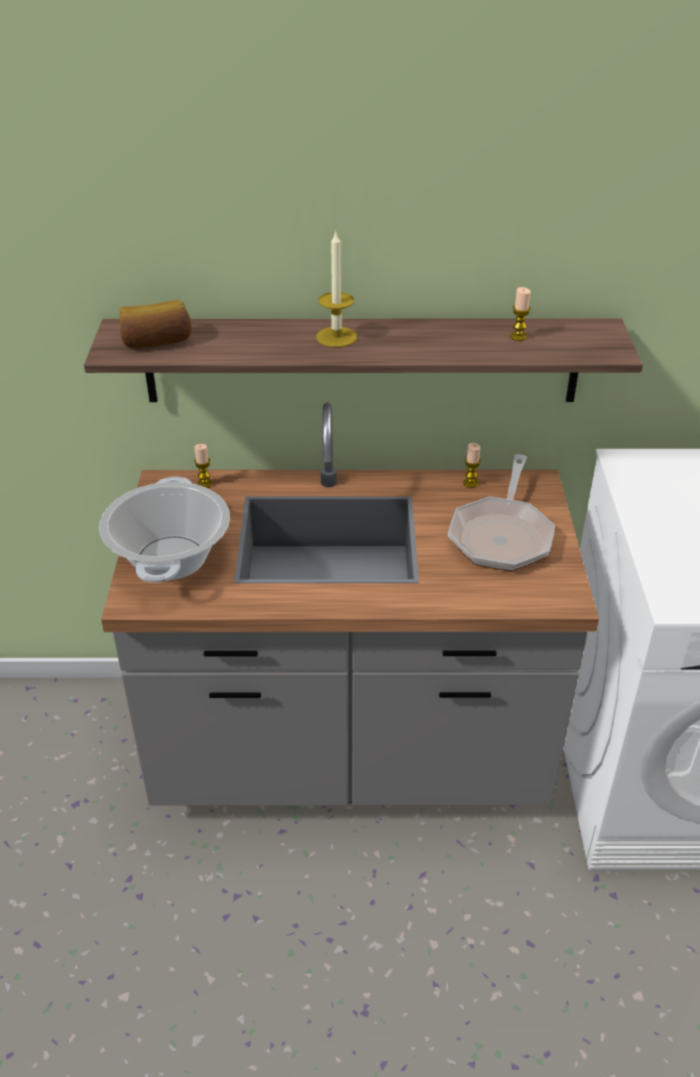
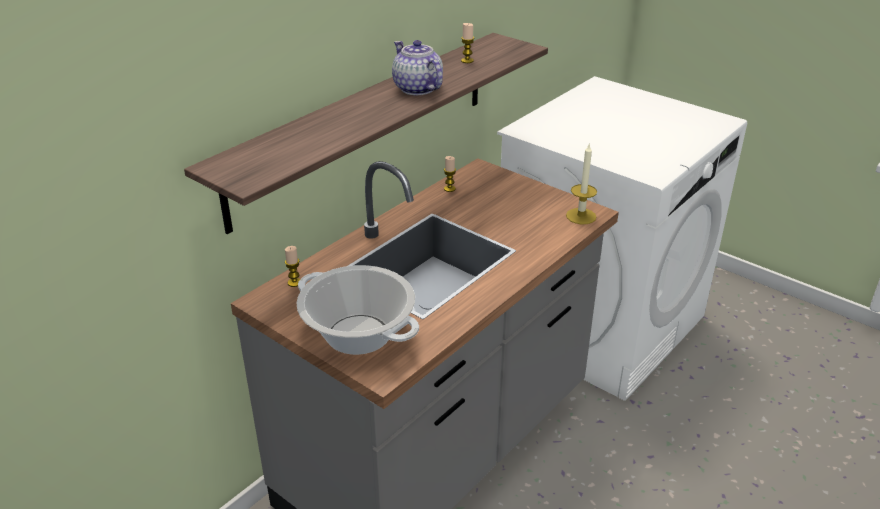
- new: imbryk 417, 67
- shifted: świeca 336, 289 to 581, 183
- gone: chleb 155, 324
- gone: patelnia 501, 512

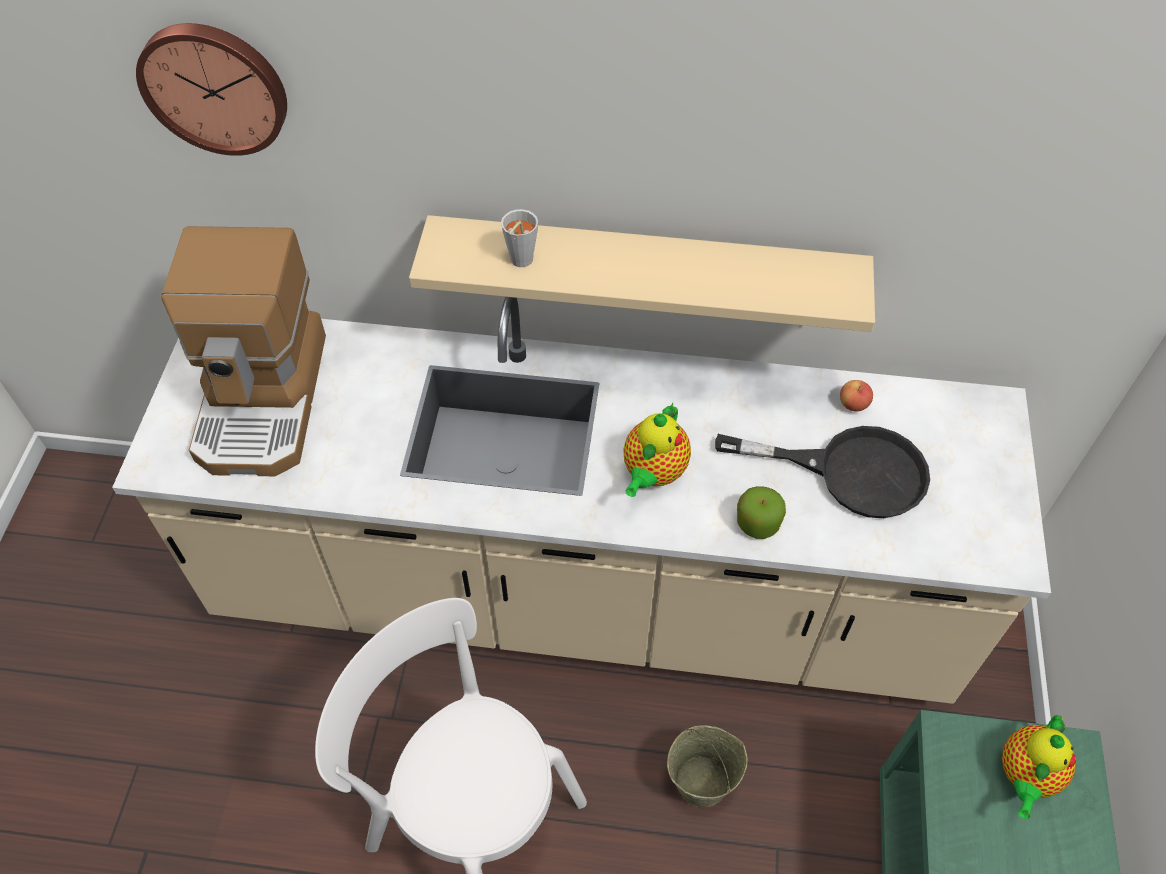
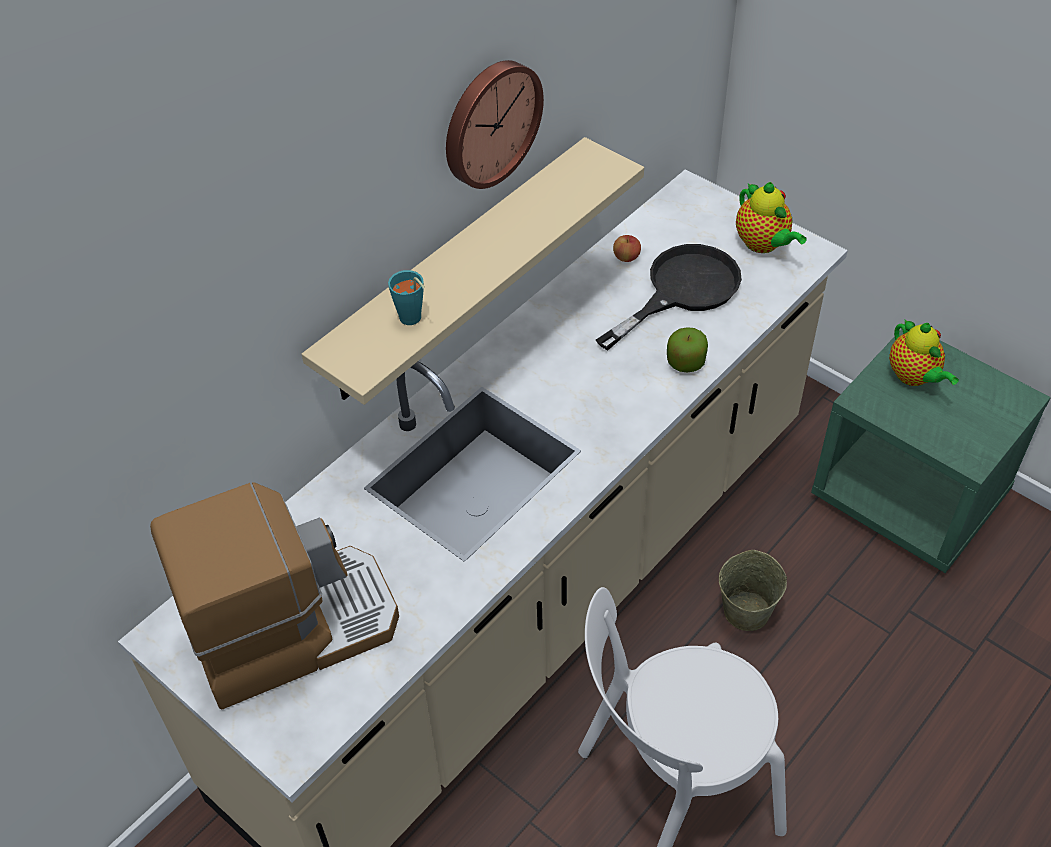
- rotated: ekspres do kawy 243, 351 = 274, 596 60 degrees counterclockwise
- repainted: filiżanka [szary] 519, 238 to filiżanka [turkusowy] 406, 297
- shifted: zegar ścienny 211, 89 to 495, 124
- shifted: imbryk 657, 450 to 771, 217

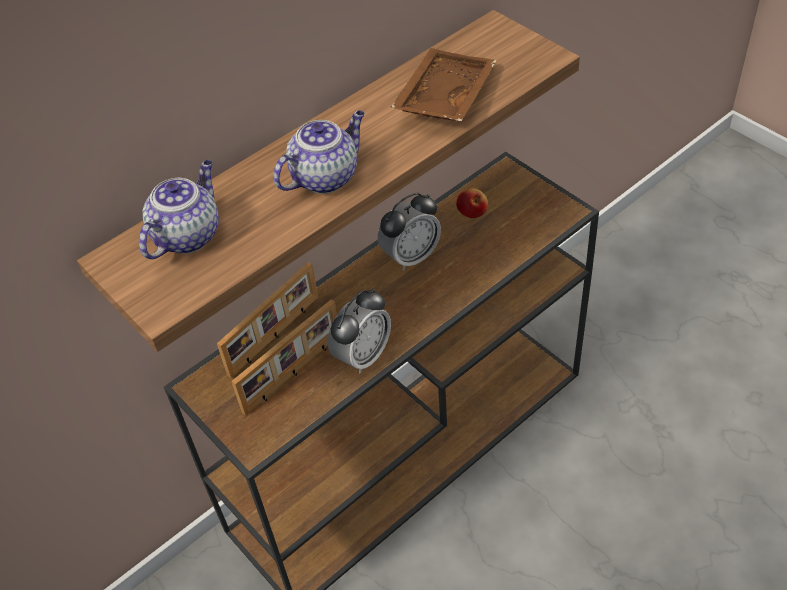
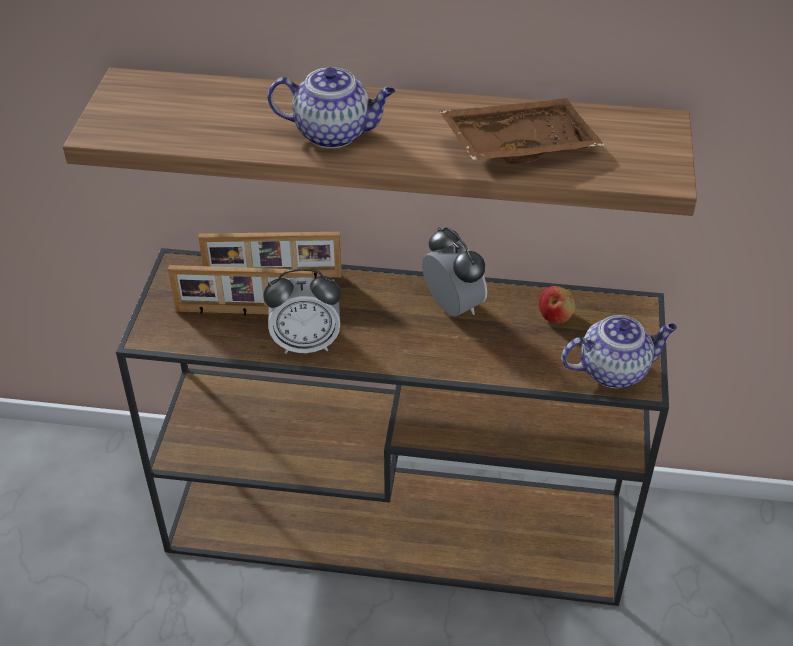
- rotated: budzik 409, 232 = 454, 272 135 degrees counterclockwise
- shifted: imbryk 179, 209 to 619, 351

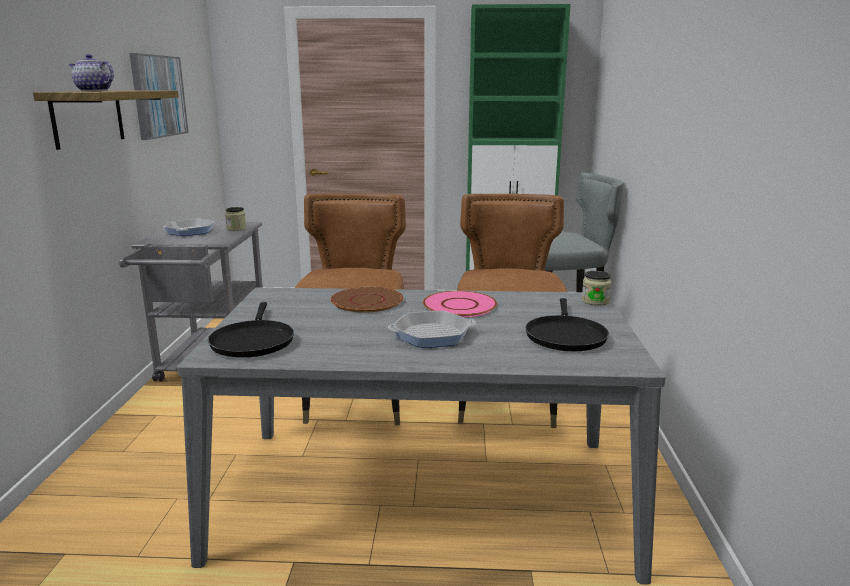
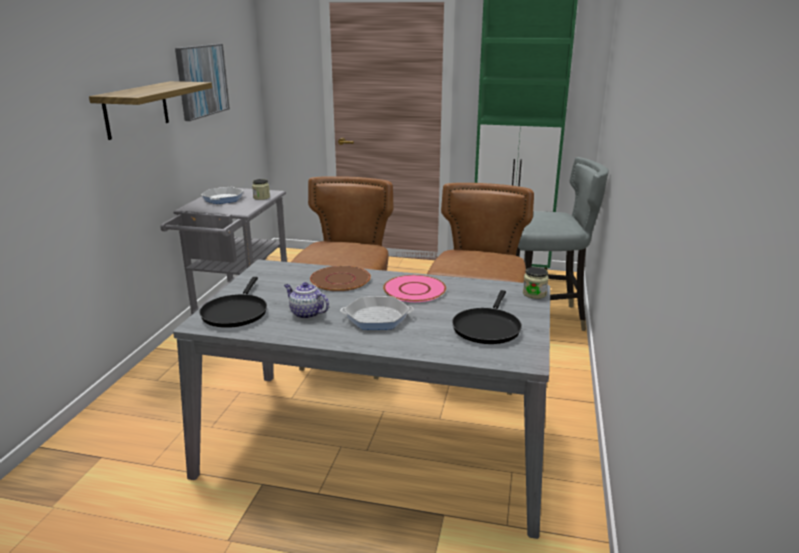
- shifted: imbryk 91, 72 to 306, 300

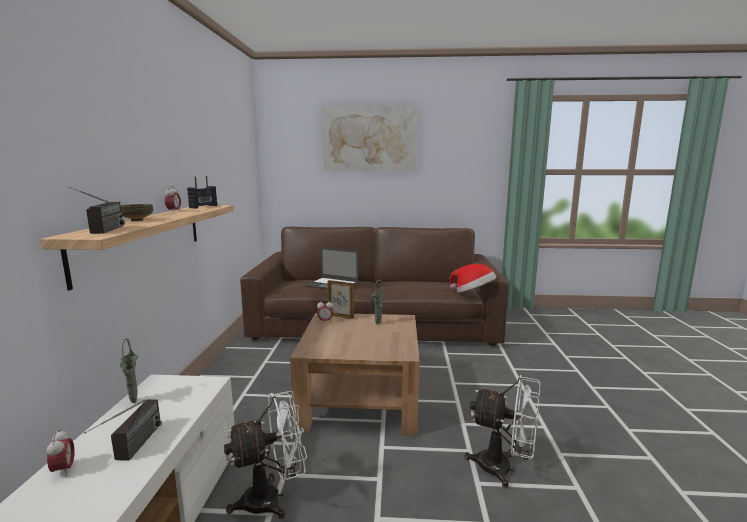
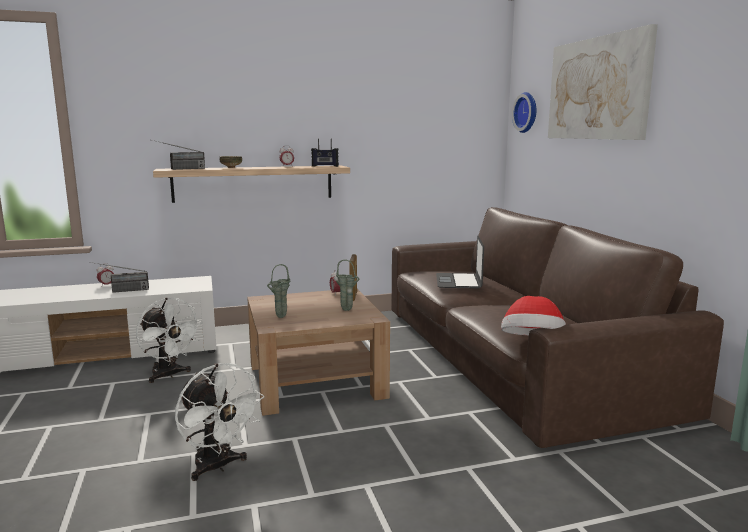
- rotated: wentylator [biały] 502, 431 = 220, 422 45 degrees counterclockwise
- shifted: wazon [zielony] 129, 370 to 278, 291
- new: zegar ścienny 524, 112

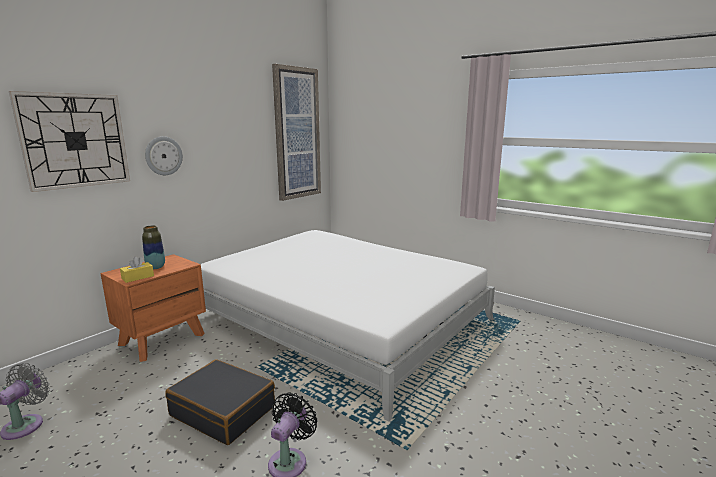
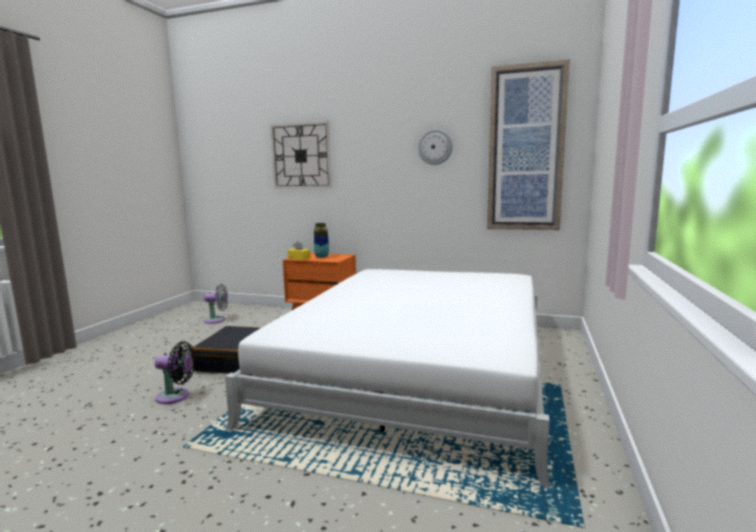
- shifted: zegar ścienny 164, 155 to 435, 147

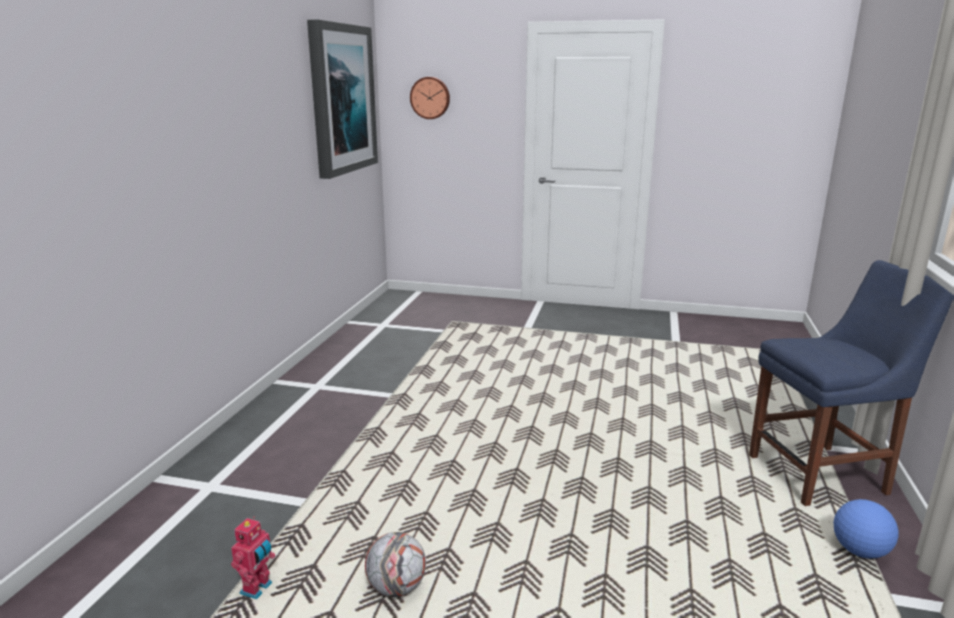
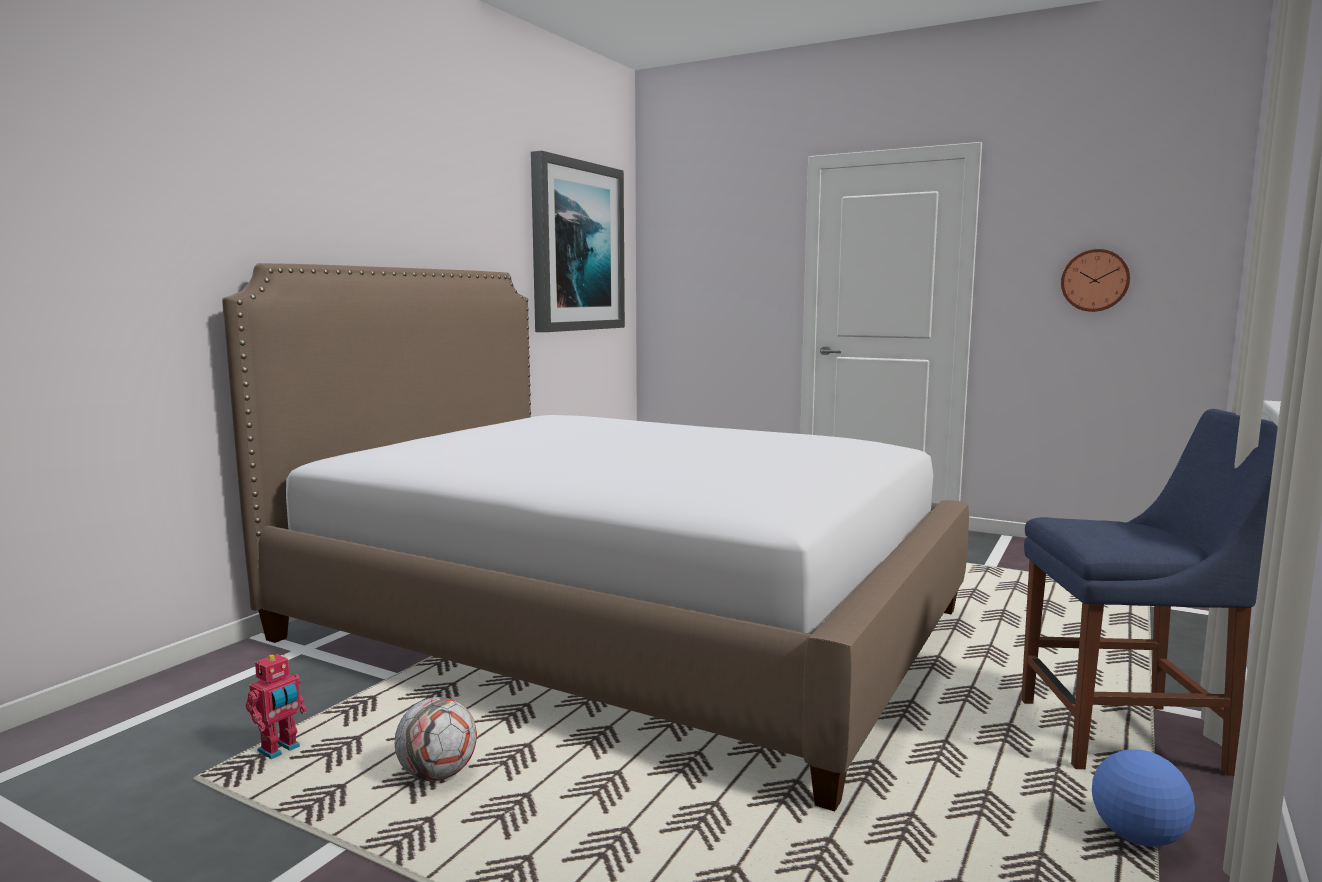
- new: łóżko 595, 537
- shifted: zegar ścienny 430, 98 to 1095, 280

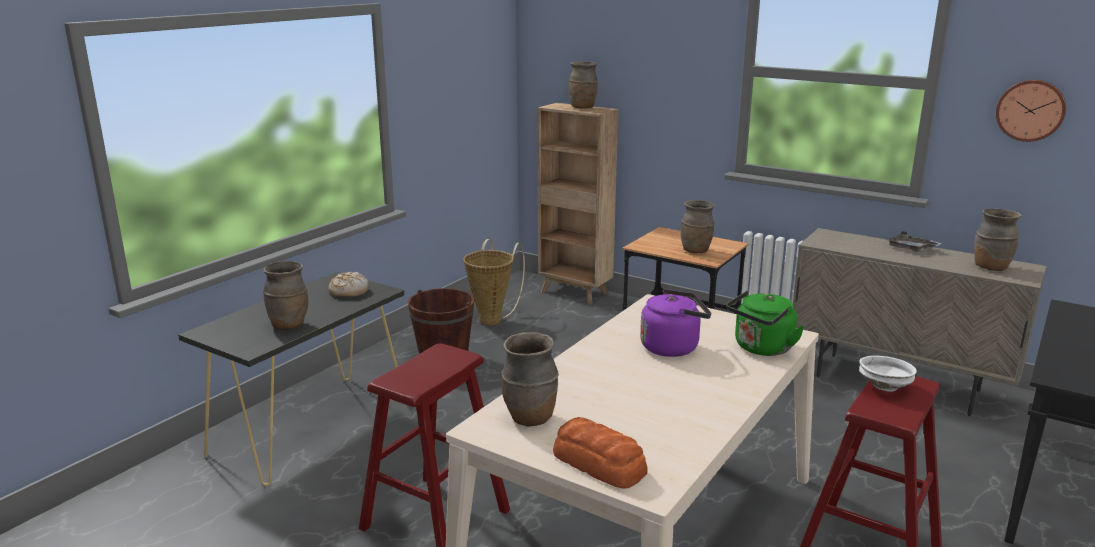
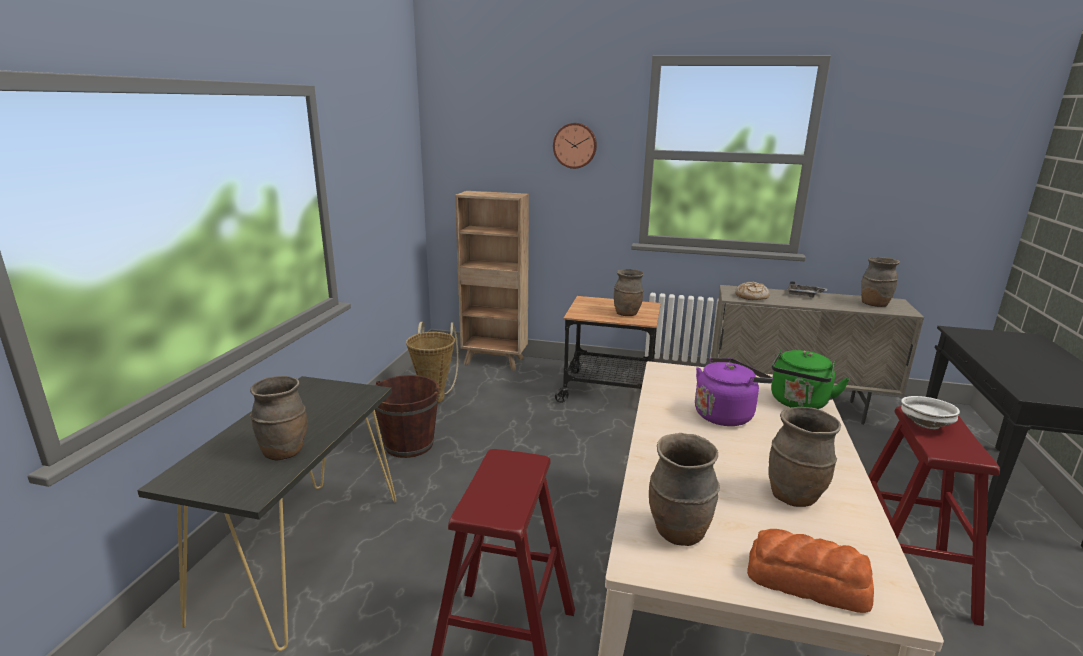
- shifted: zegar ścienny 1031, 111 to 575, 146
- shifted: chleb 348, 284 to 752, 290
- shifted: wazon [brązowy] 583, 84 to 804, 457

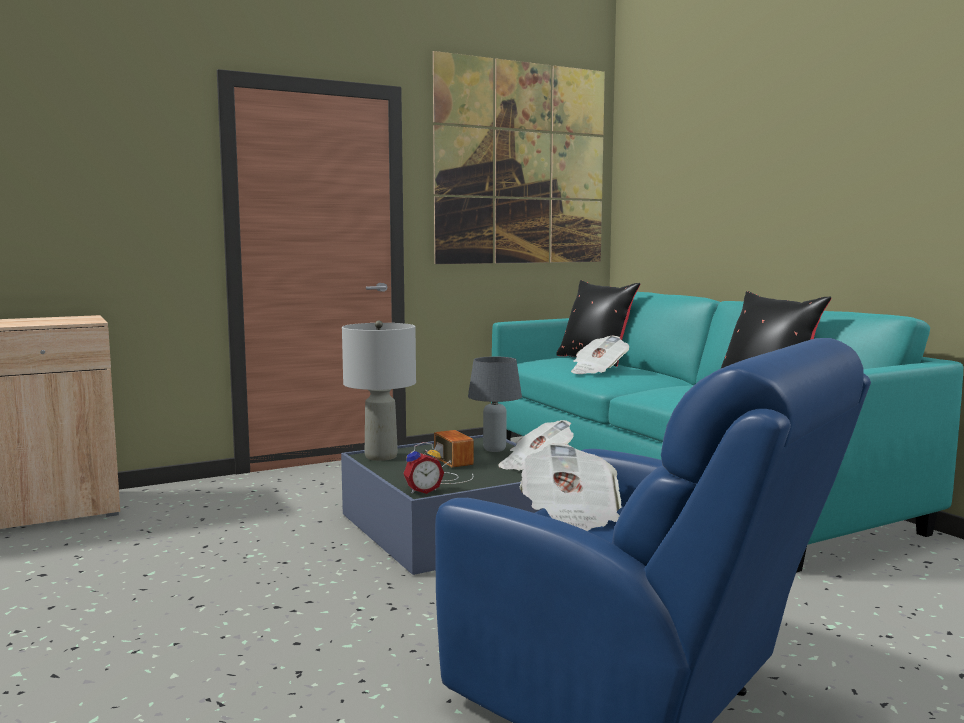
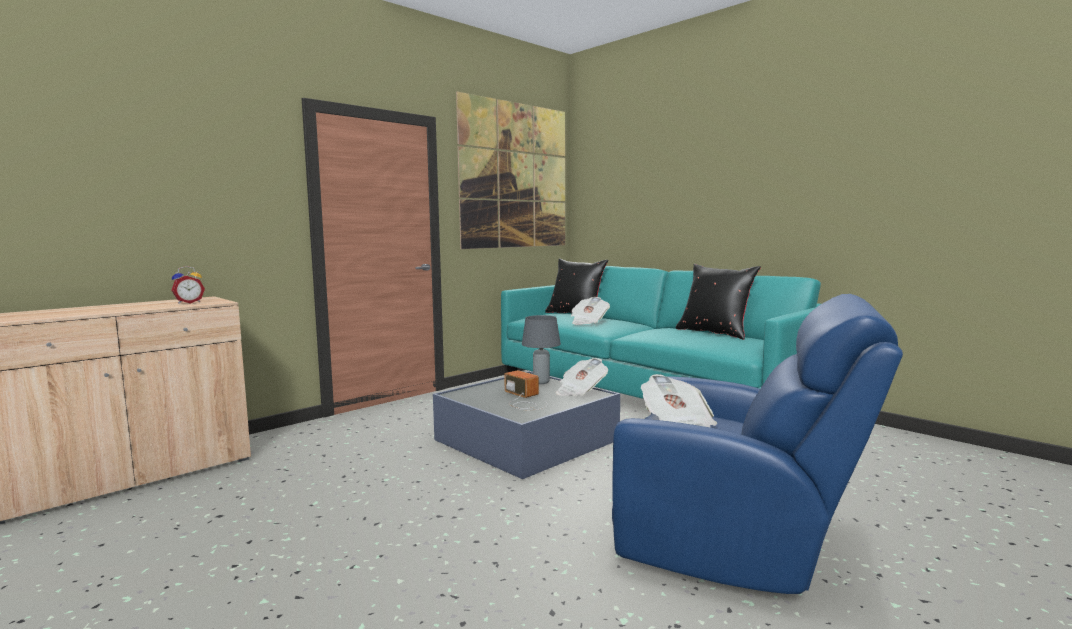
- shifted: budzik 423, 468 to 188, 285
- gone: lampa stołowa [szary] 379, 390

